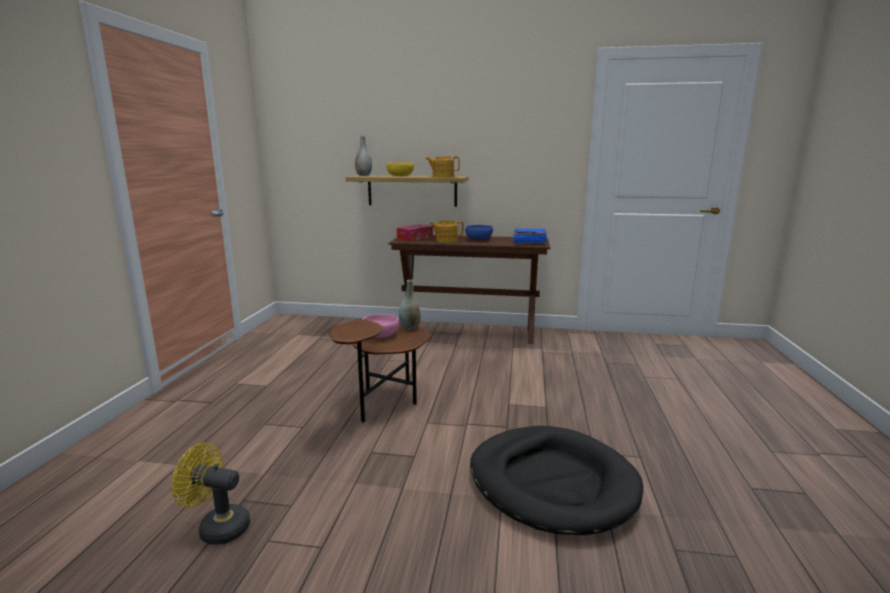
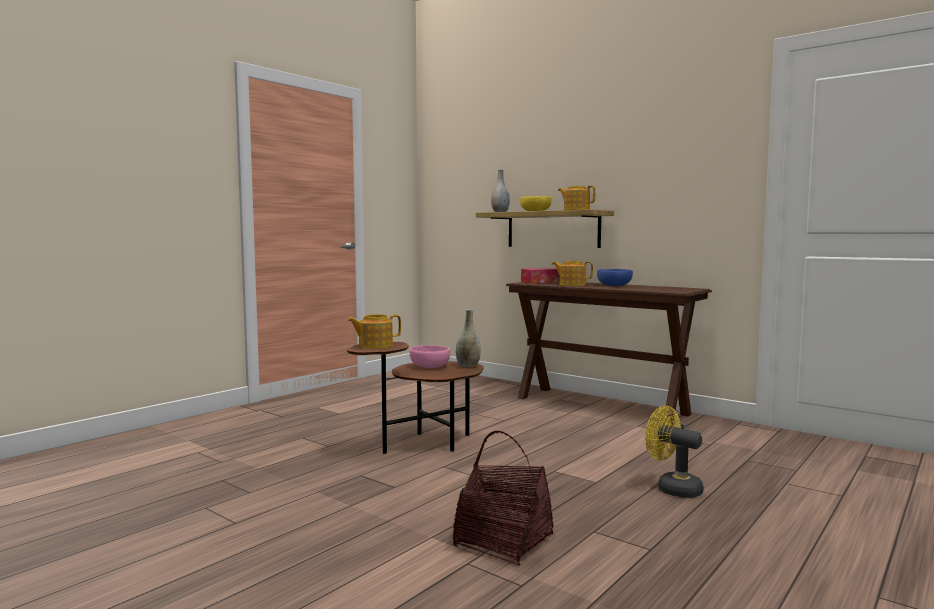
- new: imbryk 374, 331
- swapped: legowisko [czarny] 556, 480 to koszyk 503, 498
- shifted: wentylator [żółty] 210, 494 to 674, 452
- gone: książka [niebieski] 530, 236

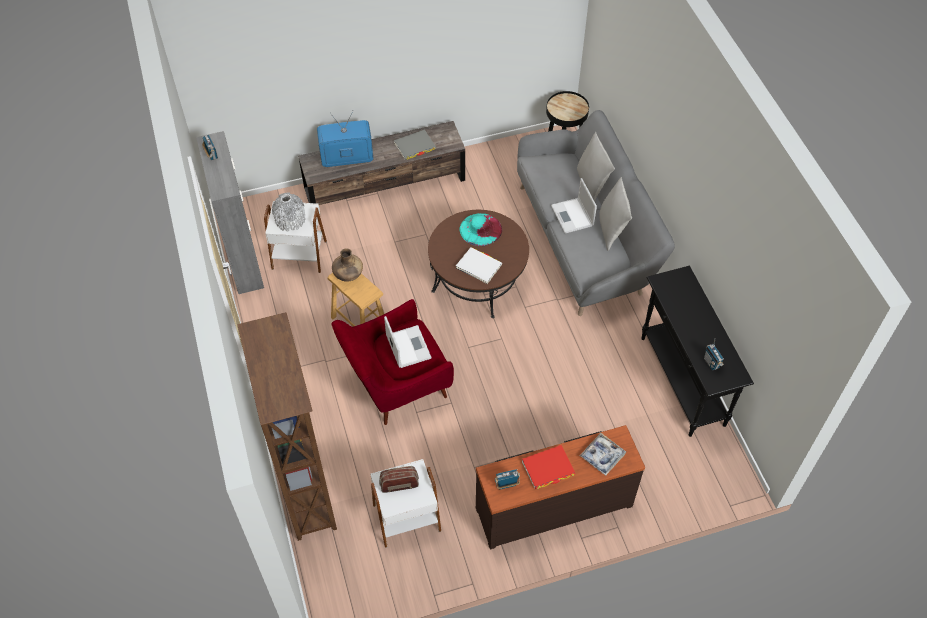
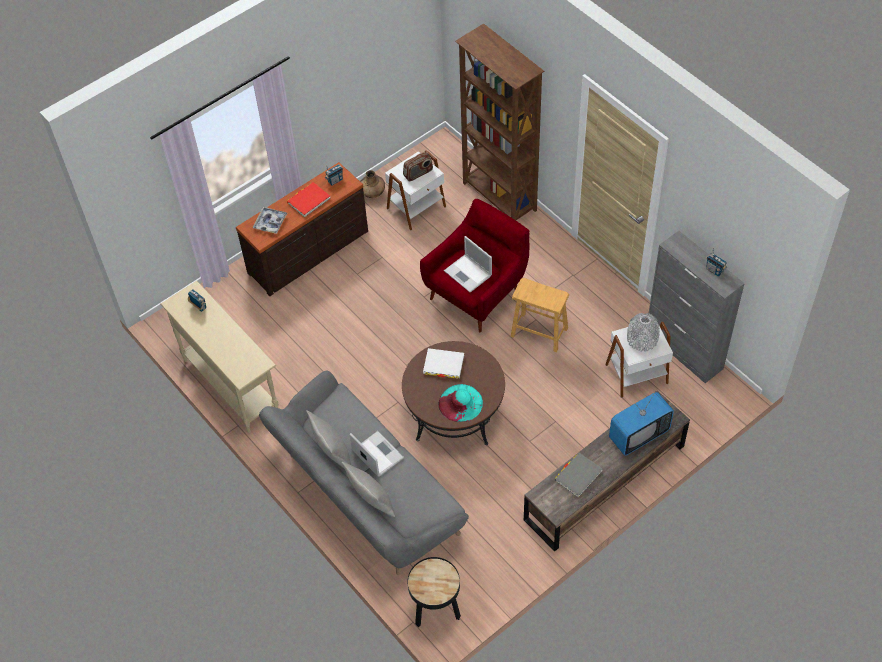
- repainted: stolik konsolowy [czarny] 697, 351 to stolik konsolowy [beżowy] 219, 357
- shifted: wazon [brązowy] 347, 265 to 372, 184

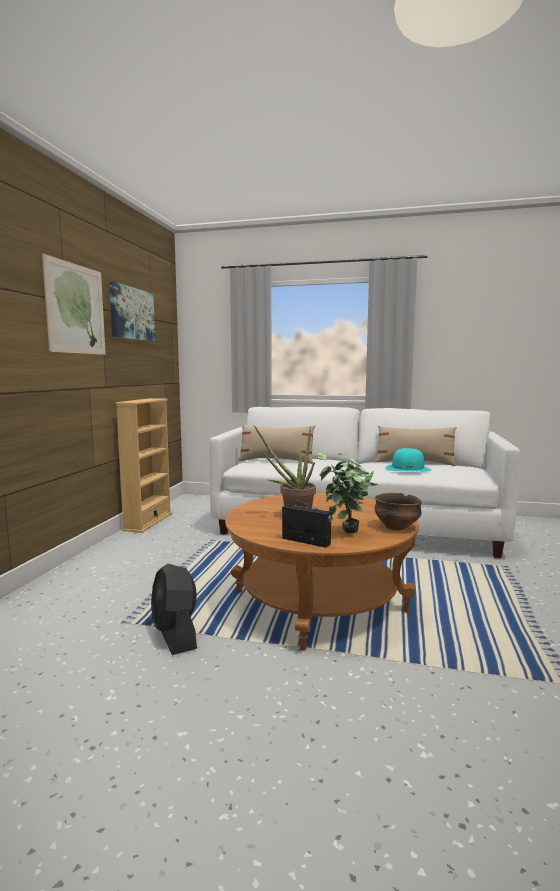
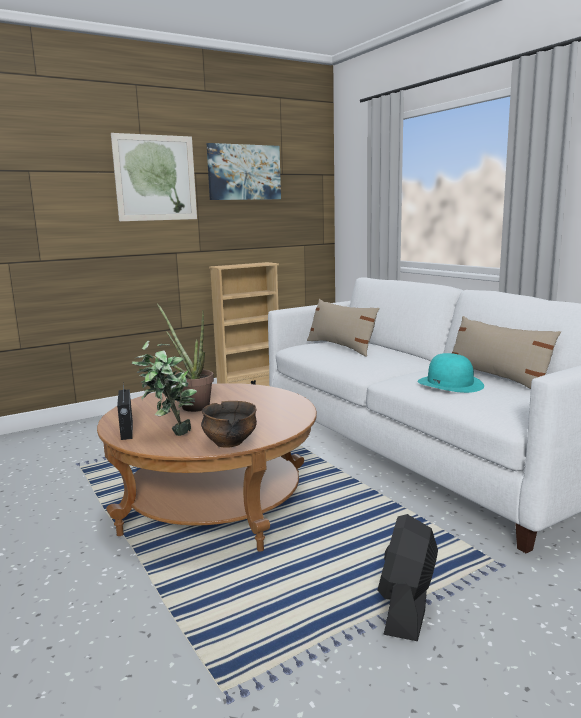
- shifted: wentylator [czarny] 174, 609 to 407, 577

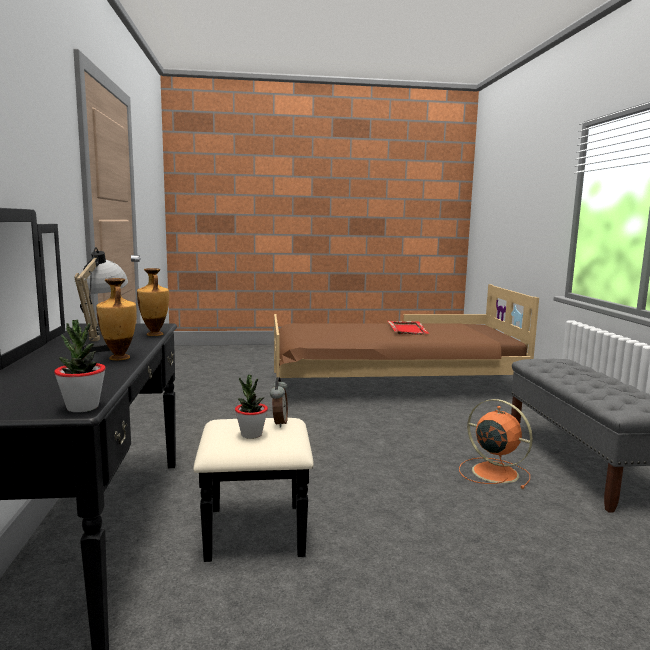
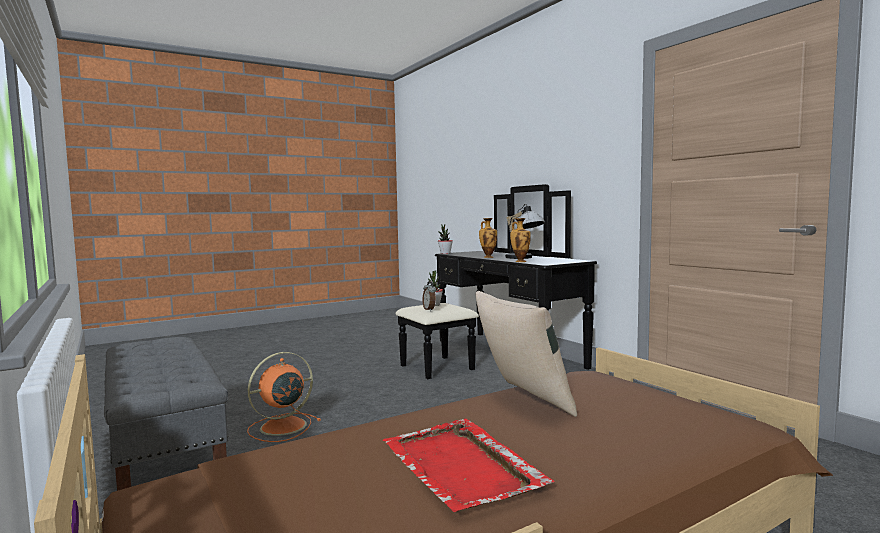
- rotated: wentylator [pomarańczowy] 496, 444 = 284, 397 120 degrees clockwise
- new: poduszka [beżowy] 526, 354

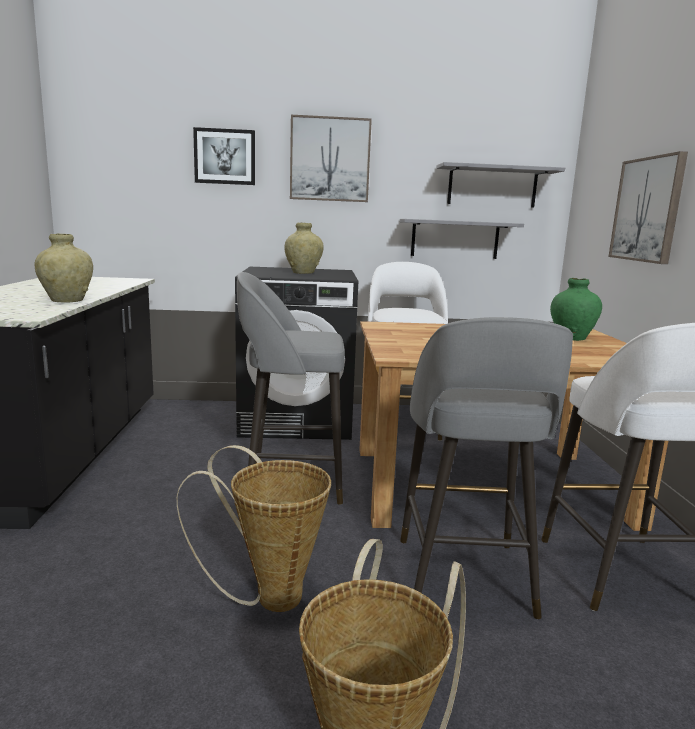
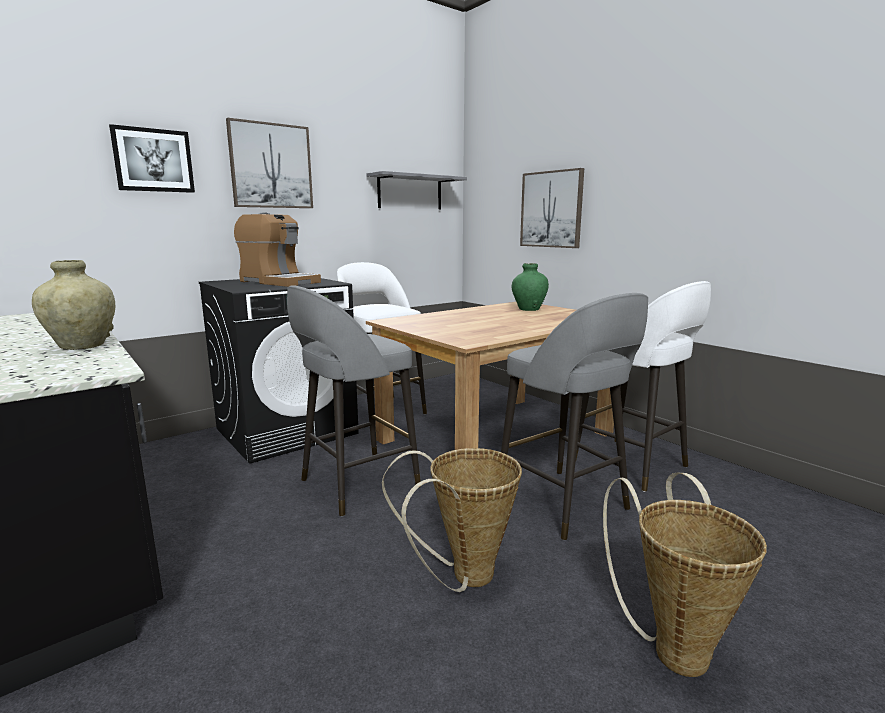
- swapped: wazon [beżowy] 304, 248 to ekspres do kawy 277, 250
- gone: półka [szary] 462, 239

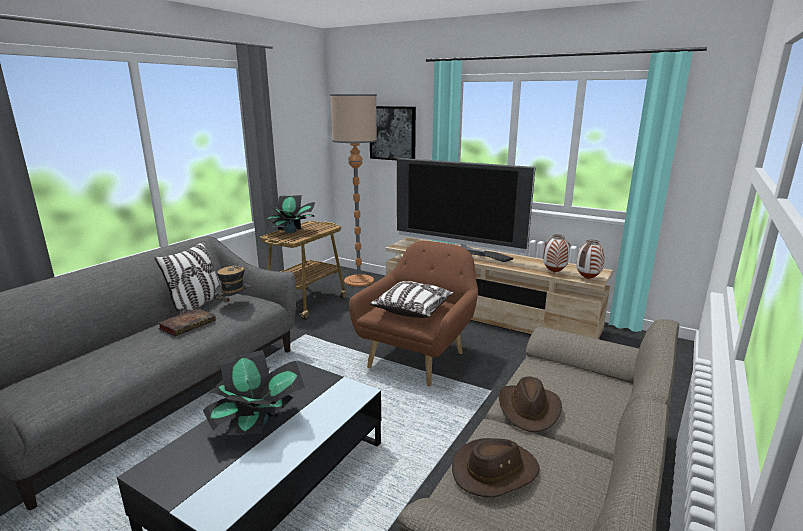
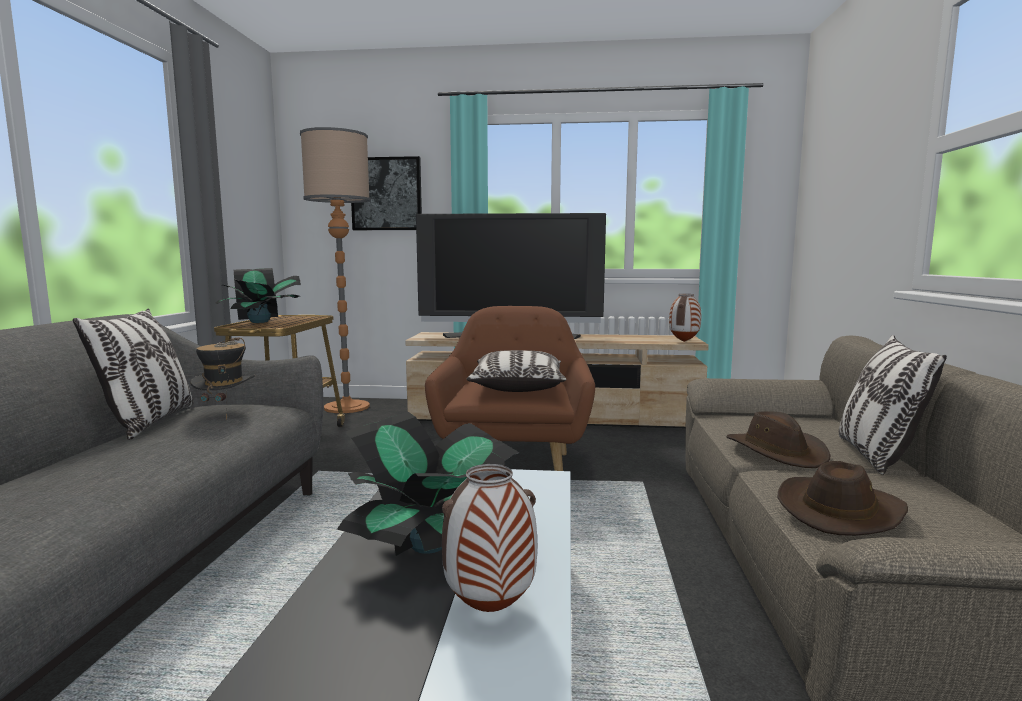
- shifted: wazon 556, 254 to 489, 538
- new: poduszka 893, 405
- gone: książka 187, 322

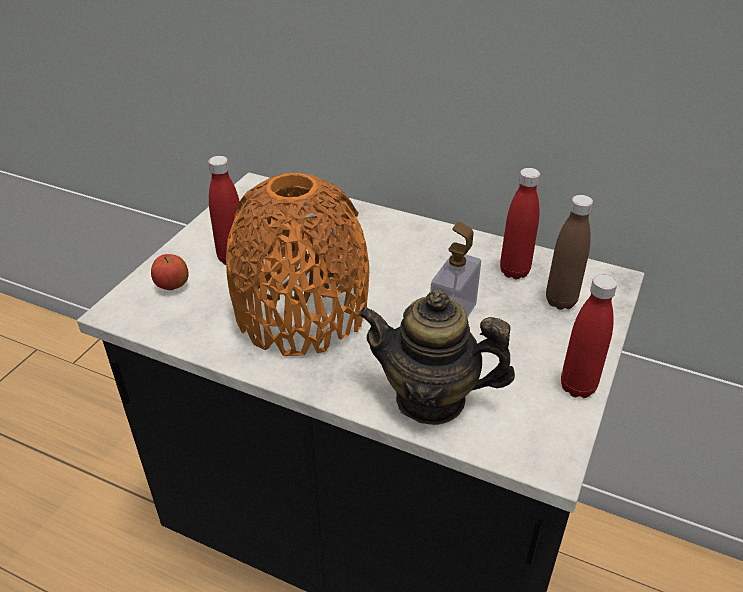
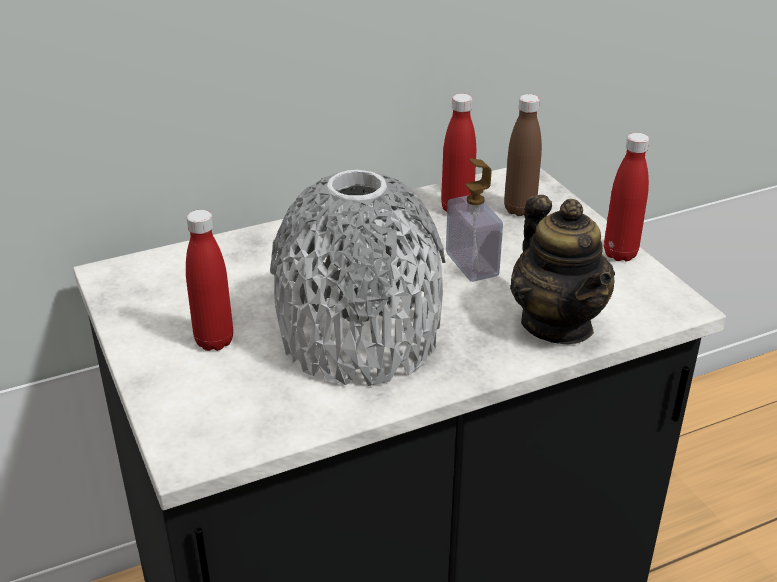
- repainted: wazon [pomarańczowy] 297, 264 to wazon [szary] 358, 278
- rotated: imbryk 436, 357 = 562, 269 75 degrees counterclockwise
- gone: jabłko 170, 272

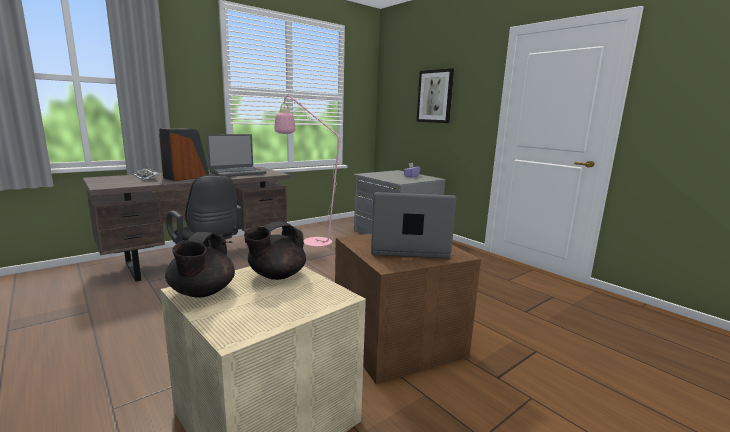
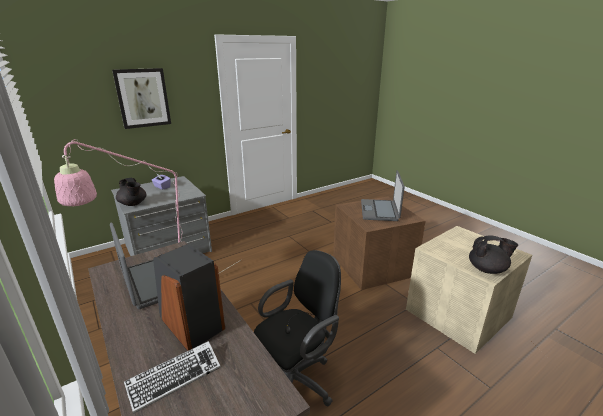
- shifted: imbryk [czarny] 275, 250 to 131, 192

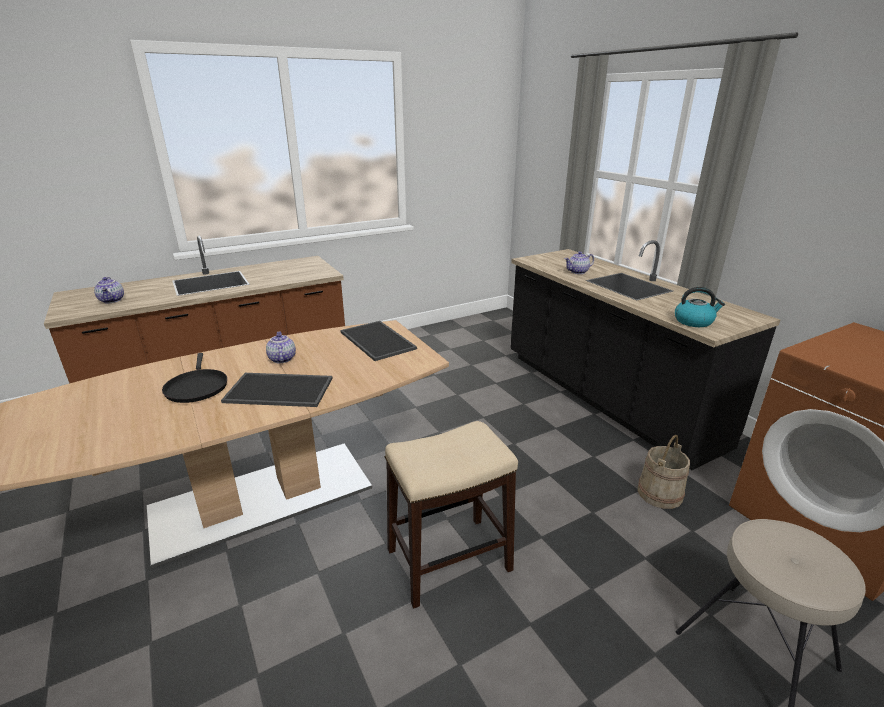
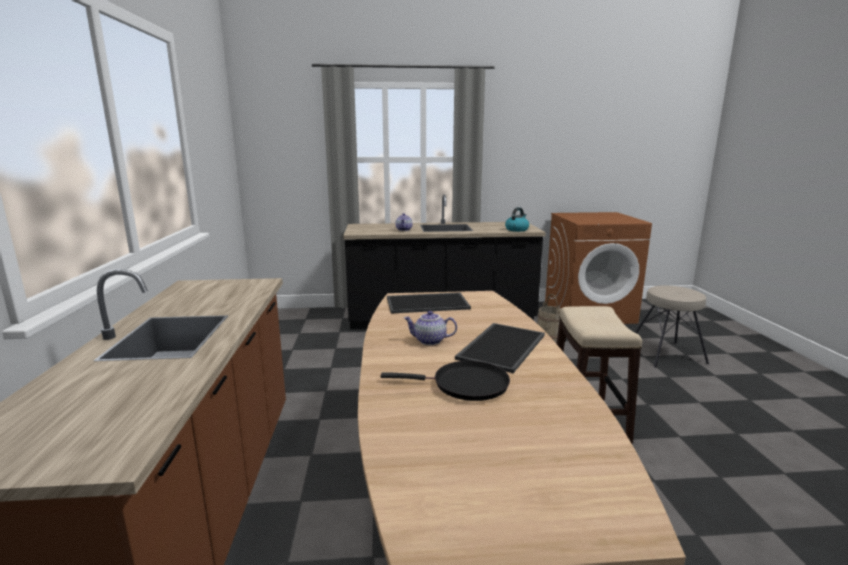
- gone: imbryk 109, 290

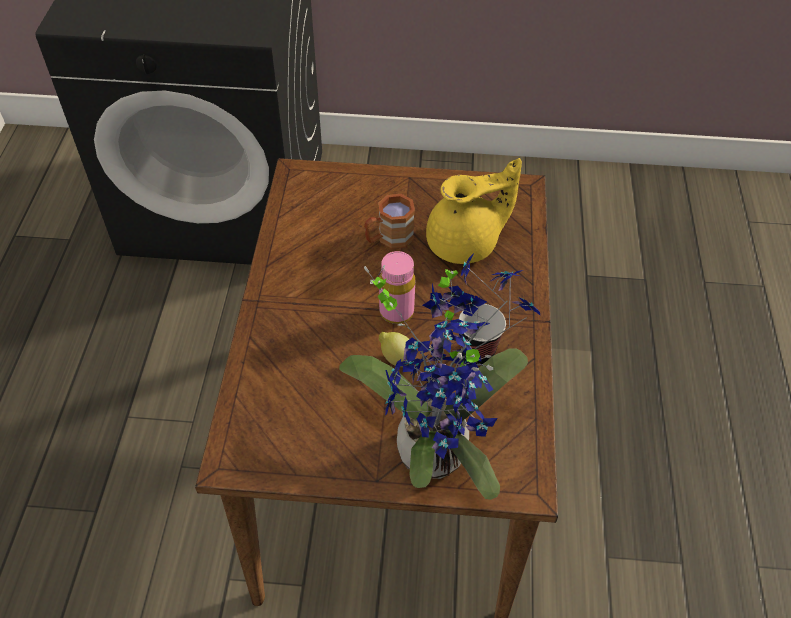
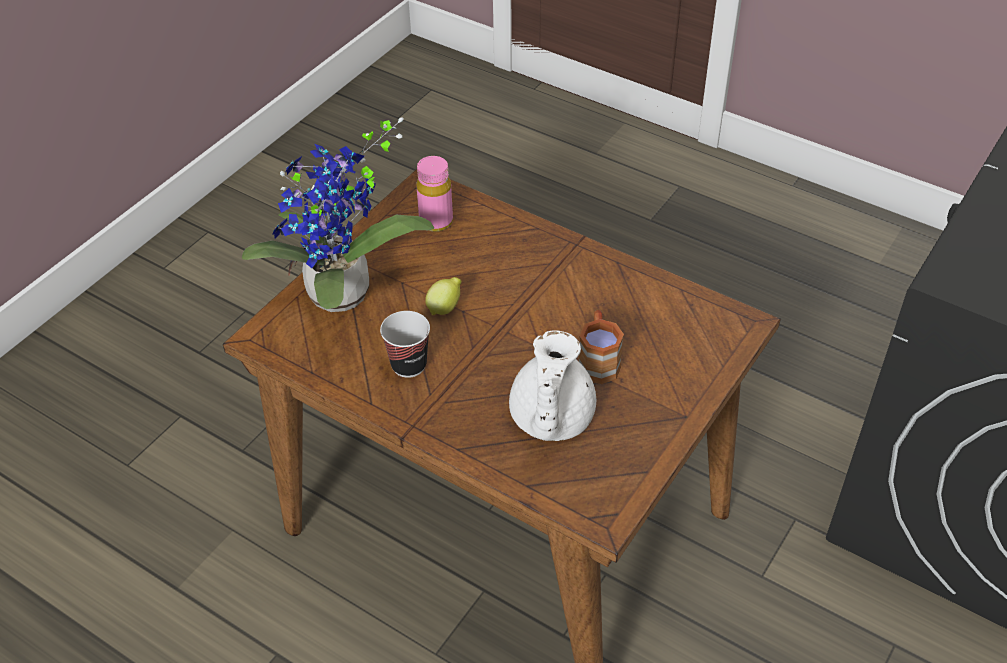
- shifted: butelka [różowy] 397, 287 to 435, 194
- repainted: imbryk [żółty] 474, 211 to imbryk [biały] 552, 386

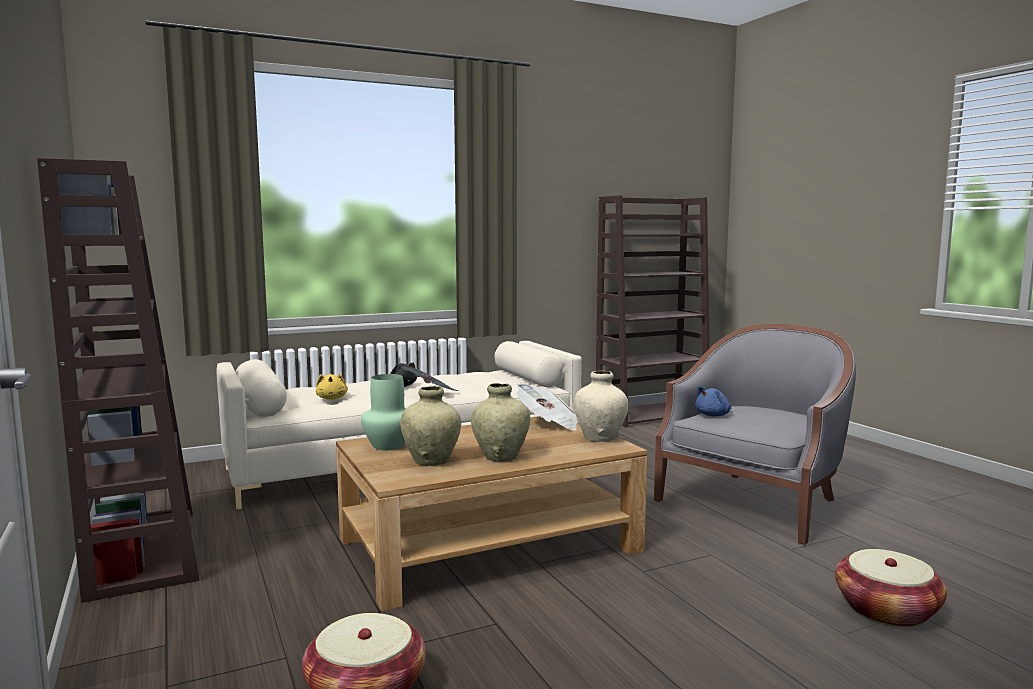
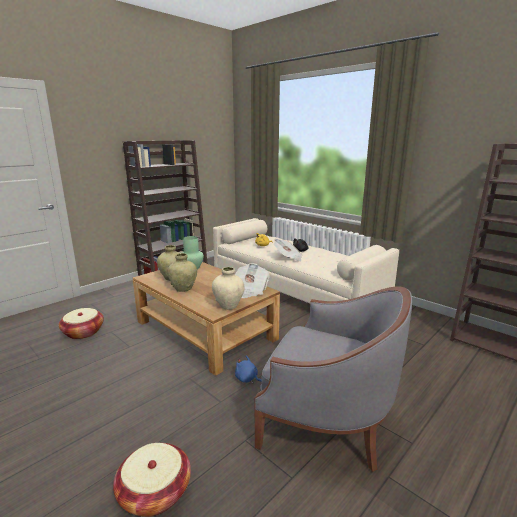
- shifted: pluszak [niebieski] 713, 401 to 248, 370

